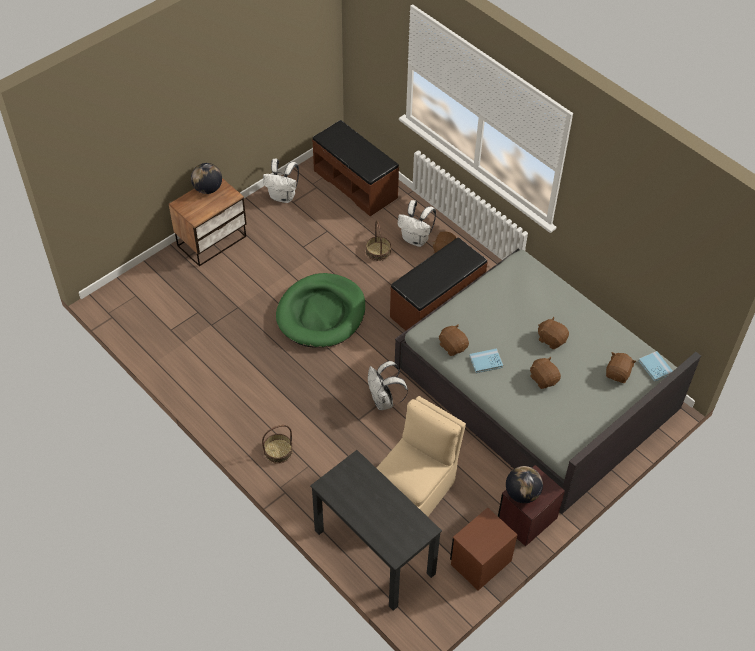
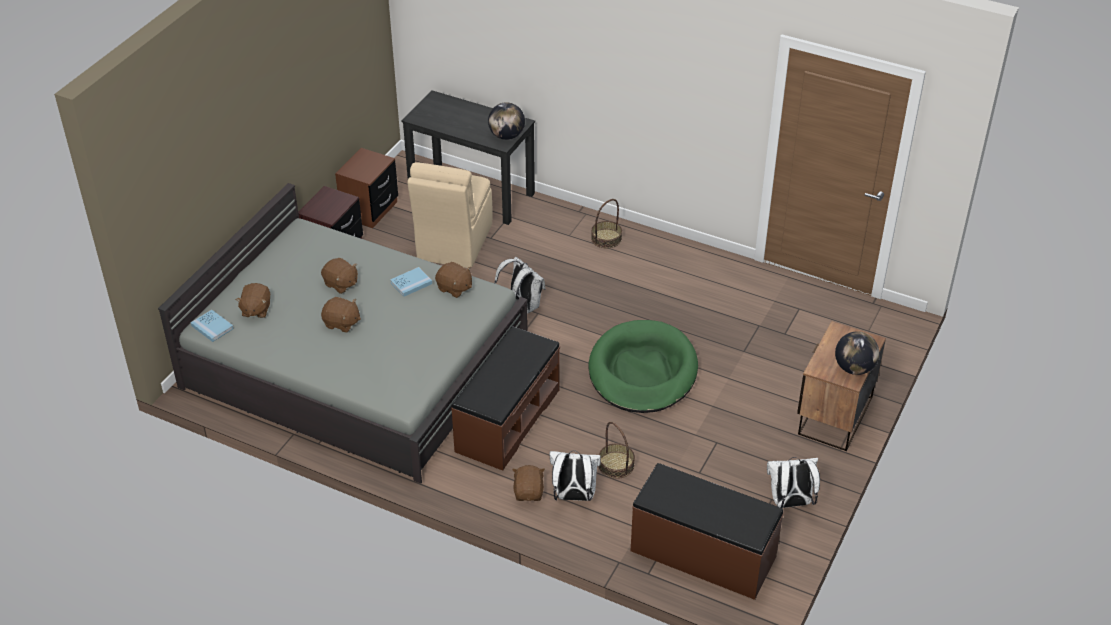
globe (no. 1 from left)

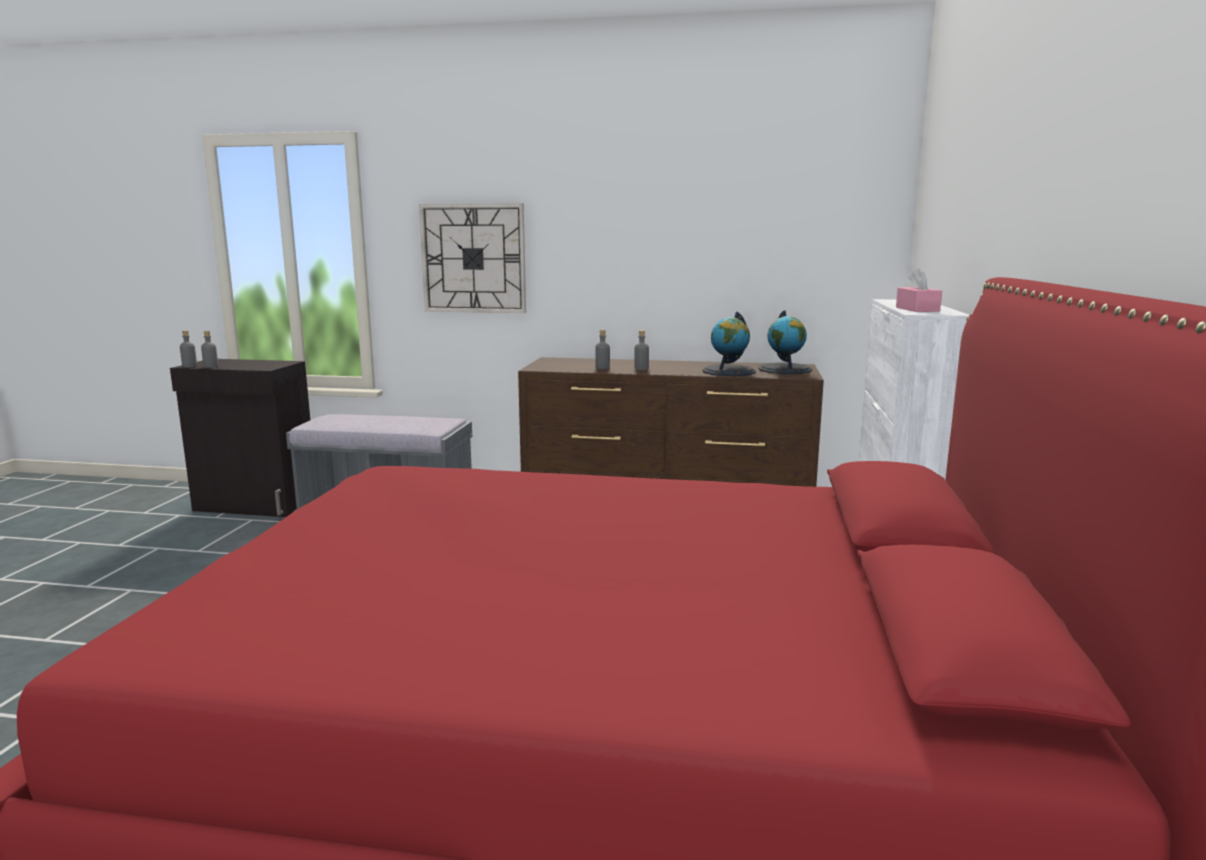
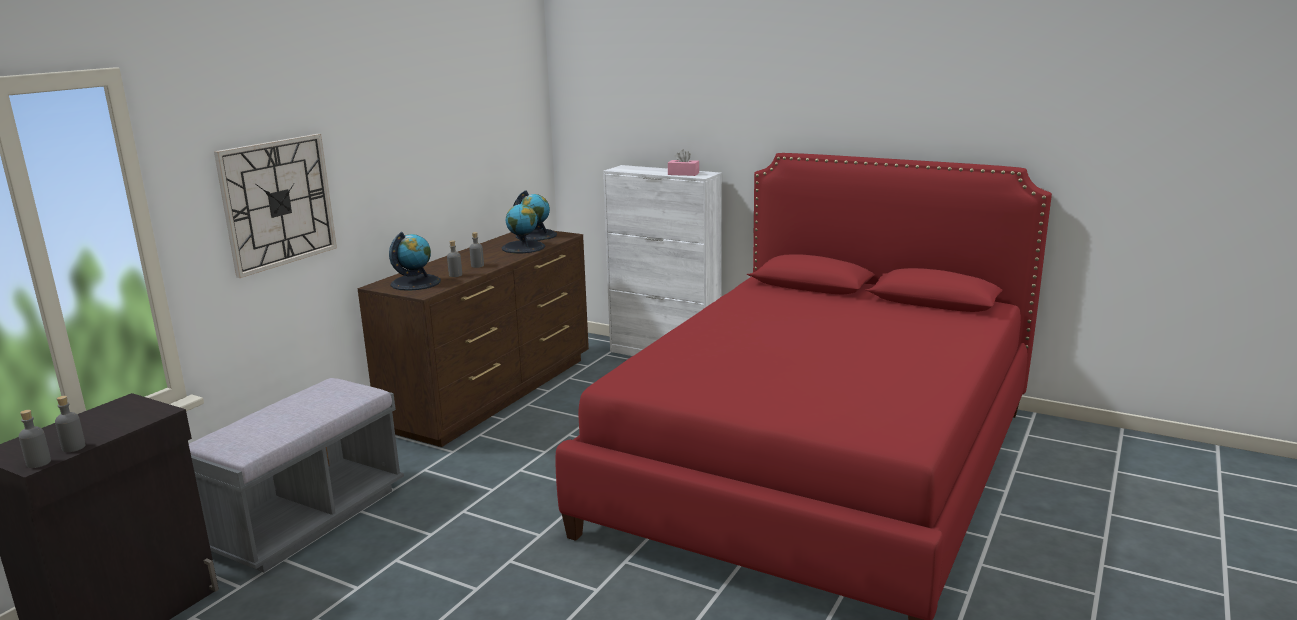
globe (no. 1 from left)

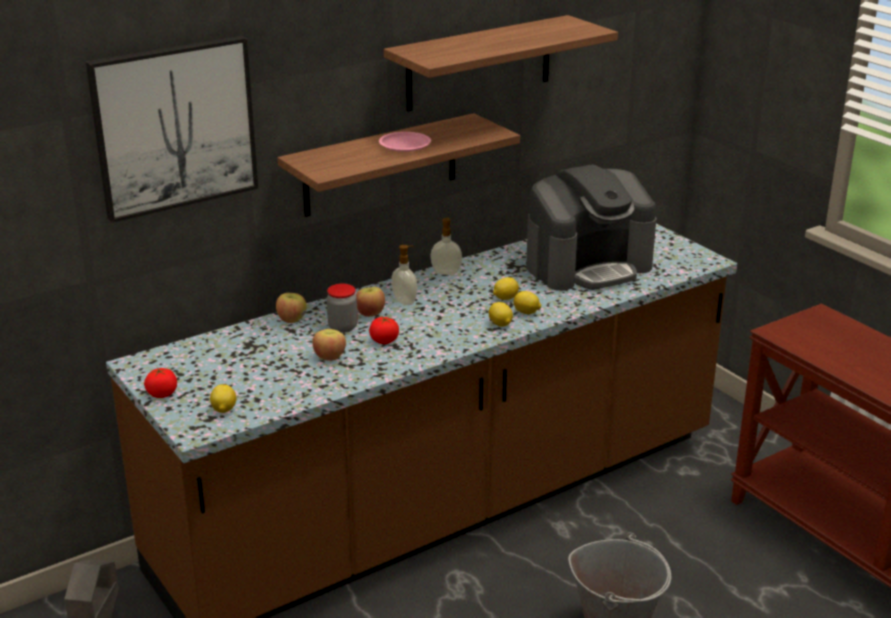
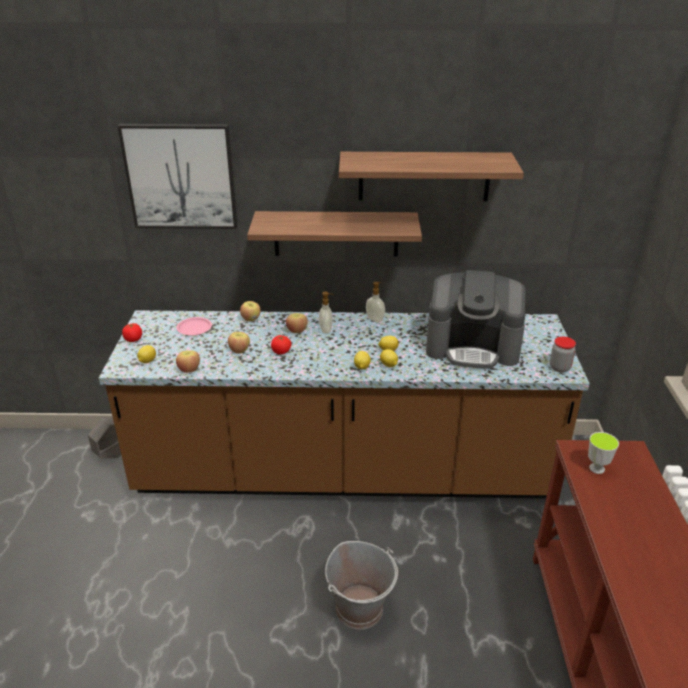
assiette/rose
pomme (no. 1 from left)
bocal
tasse

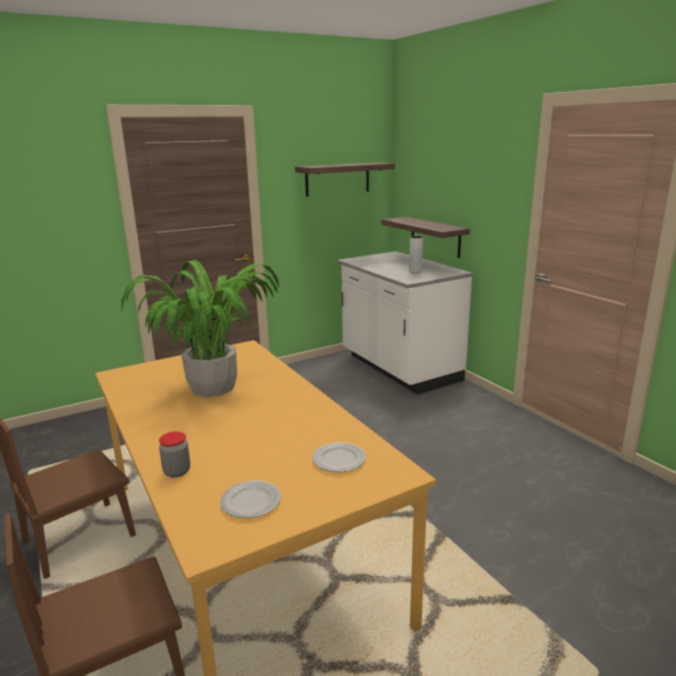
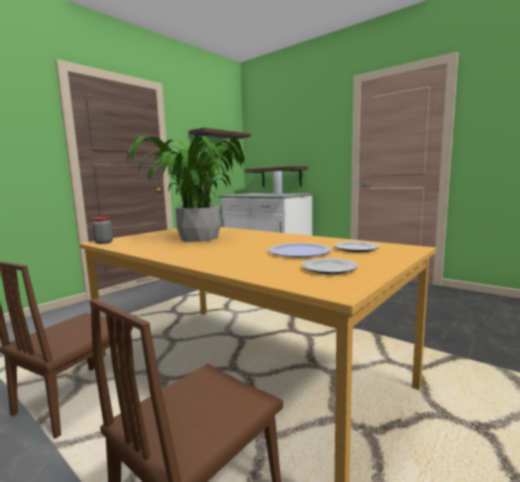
bocal
assiette (no. 1 from left)

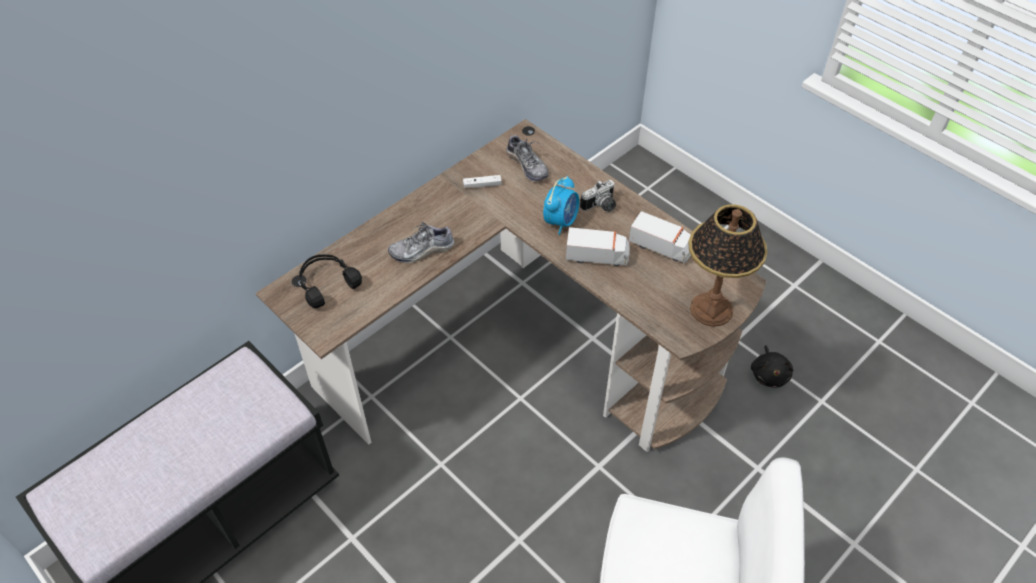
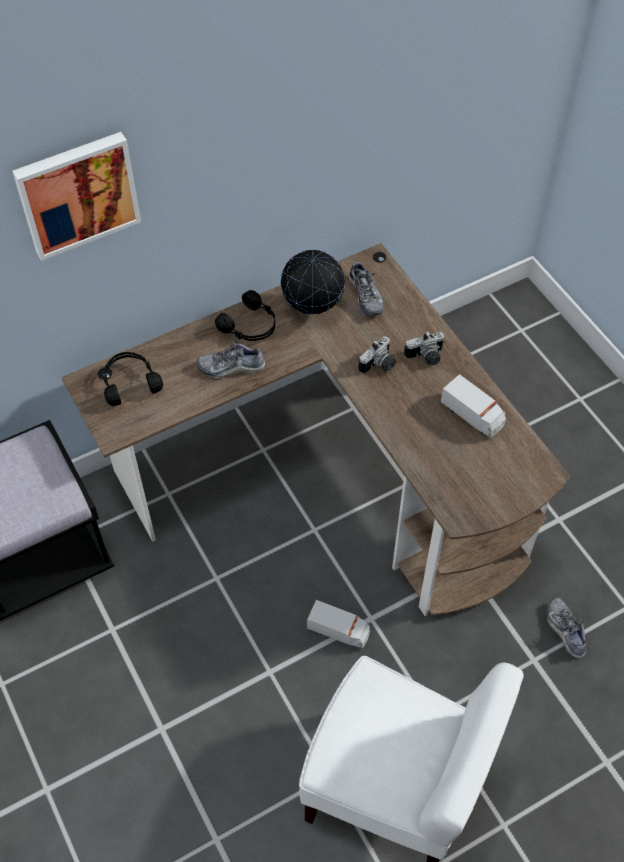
tableau
casque audio/noir (no. 2 from left)
globe
camion jouet (no. 1 from left)
appareil photo (no. 1 from left)
chaussure (no. 3 from left)
lampe de table
peluche/noir

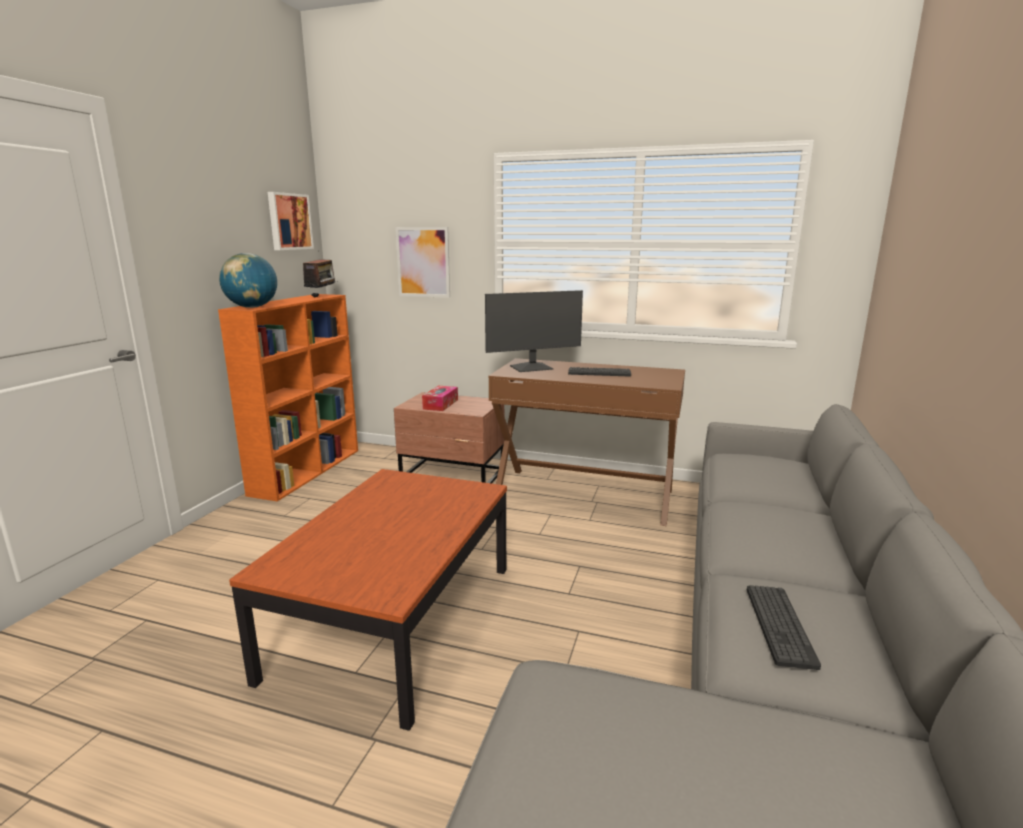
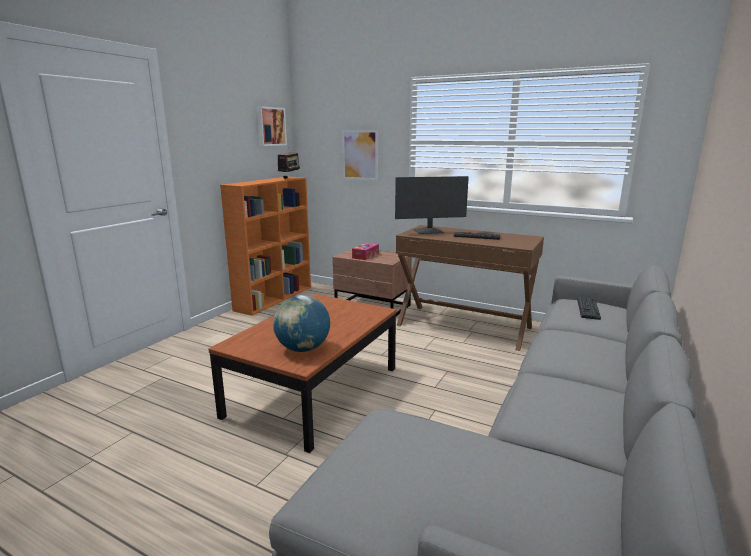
globe
clavier (no. 2 from left)

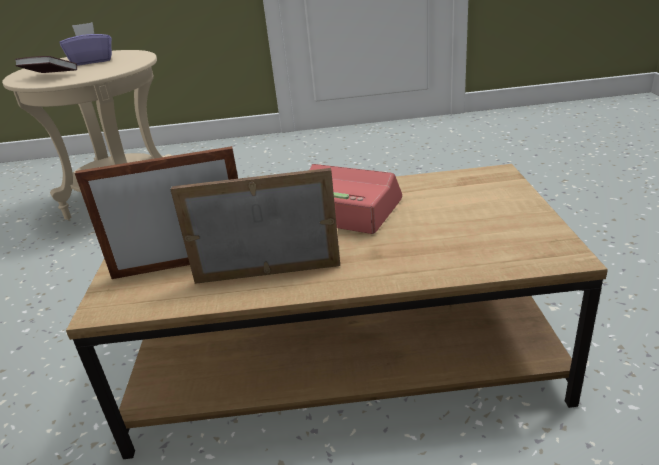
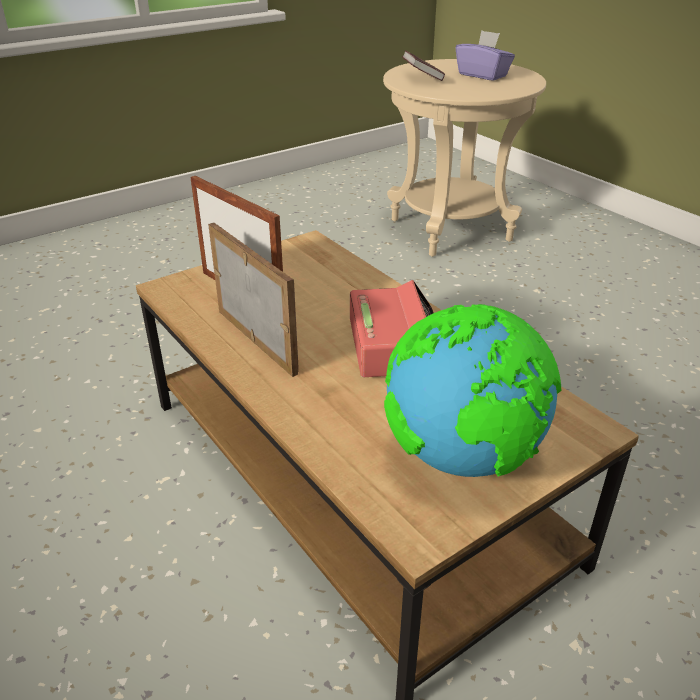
globe

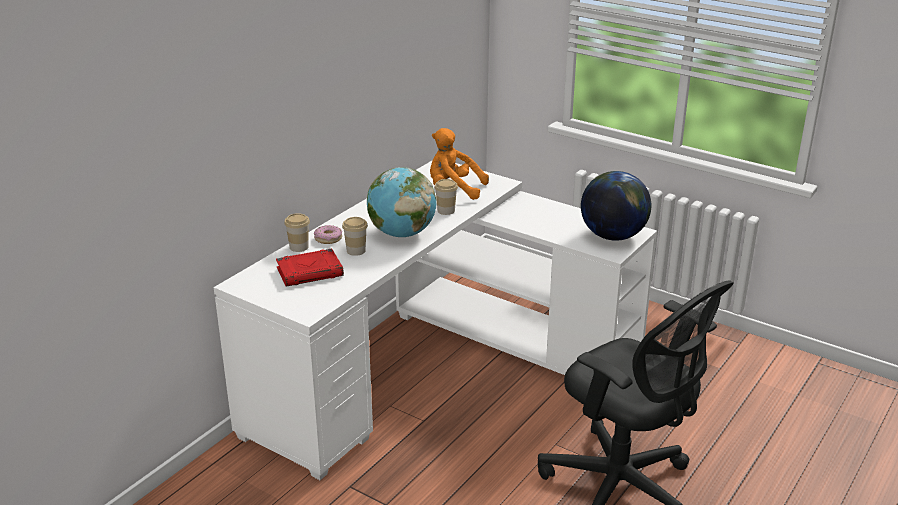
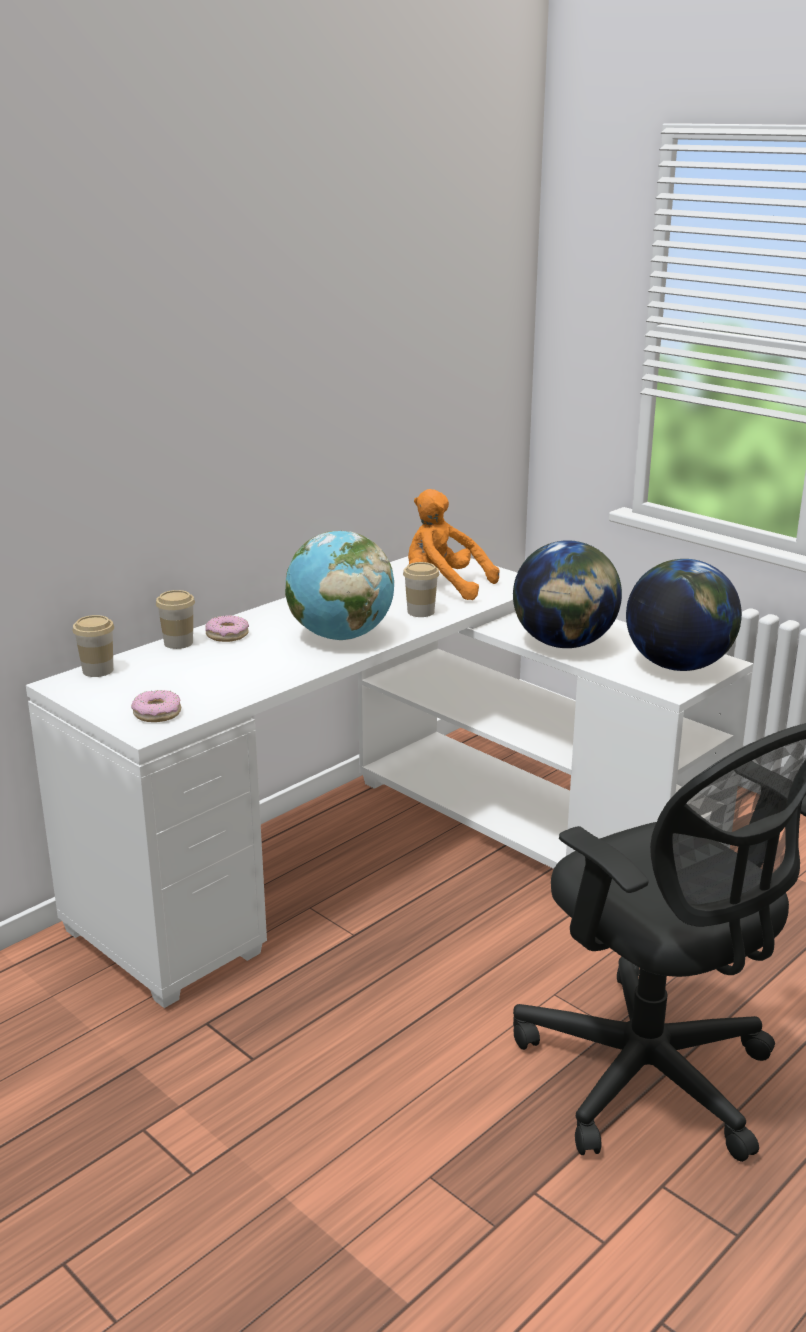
tasse (no. 1 from left)
beignet (no. 1 from left)
globe (no. 2 from left)
livre/rouge

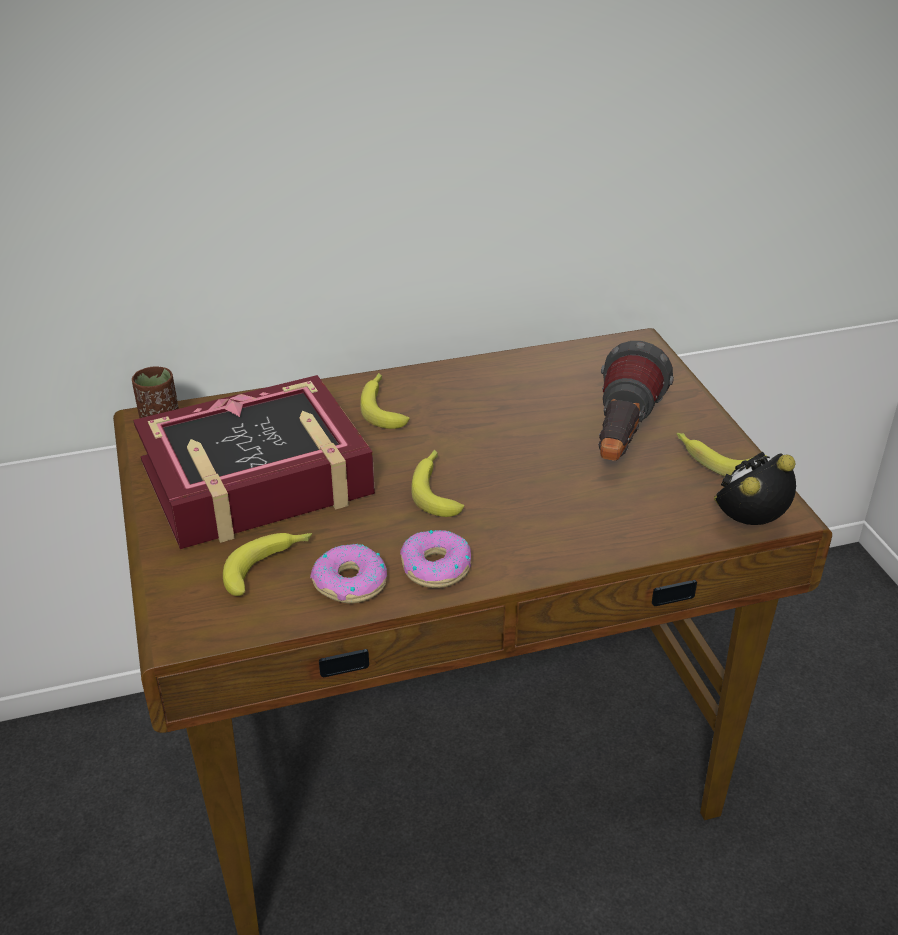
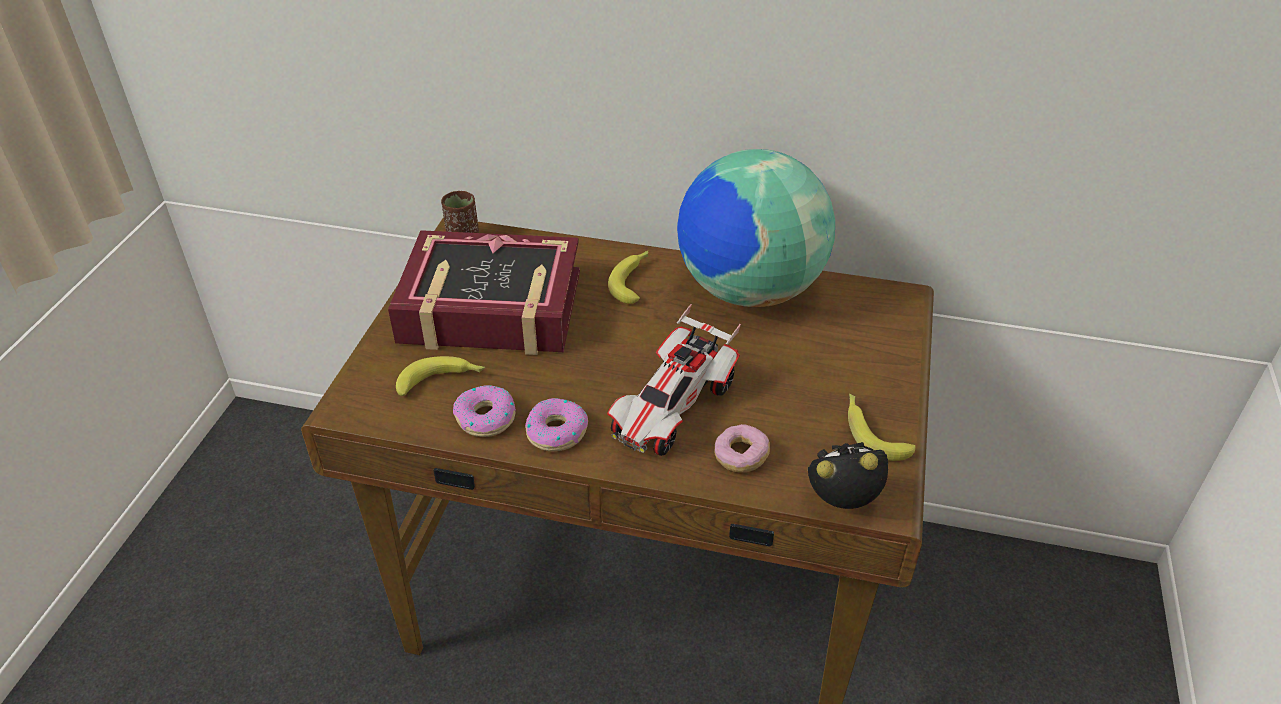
petite voiture
globe
beignet (no. 3 from left)
banane (no. 3 from left in the first image)
lampe de poche

